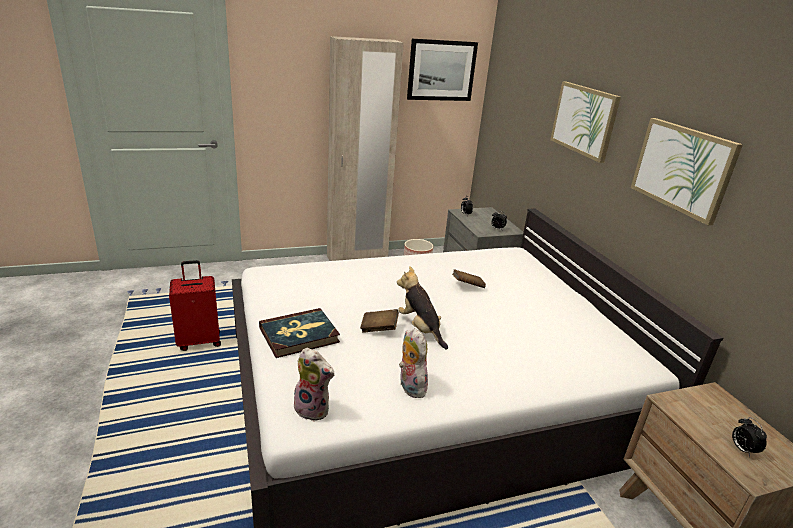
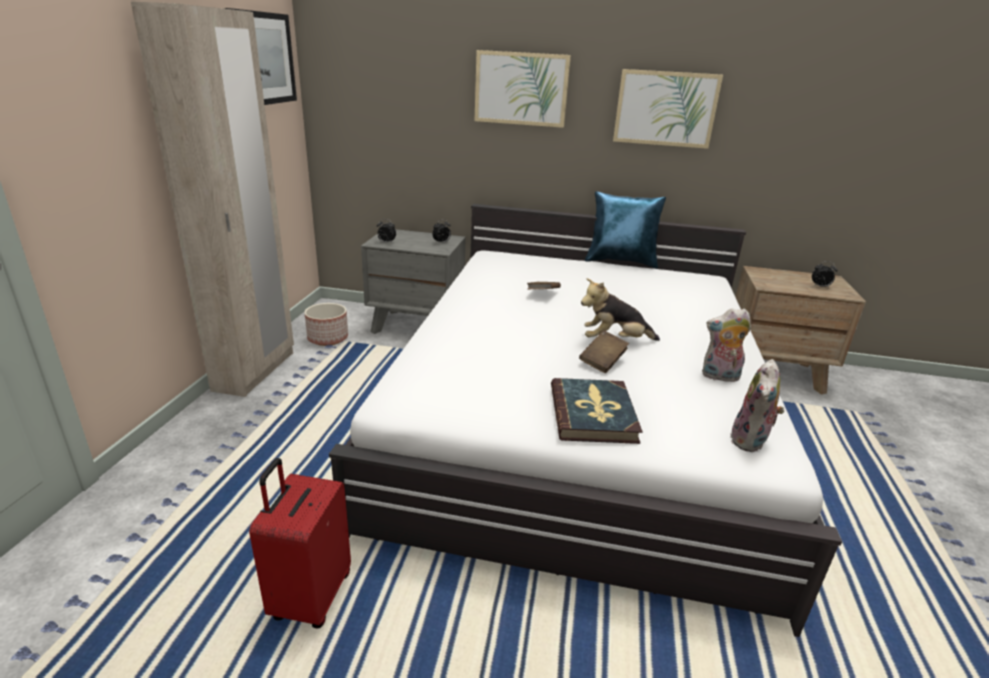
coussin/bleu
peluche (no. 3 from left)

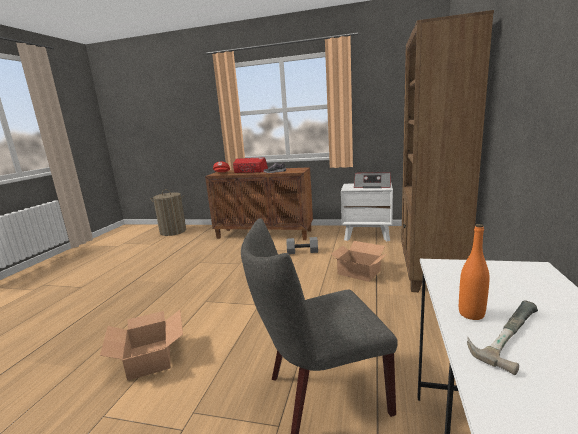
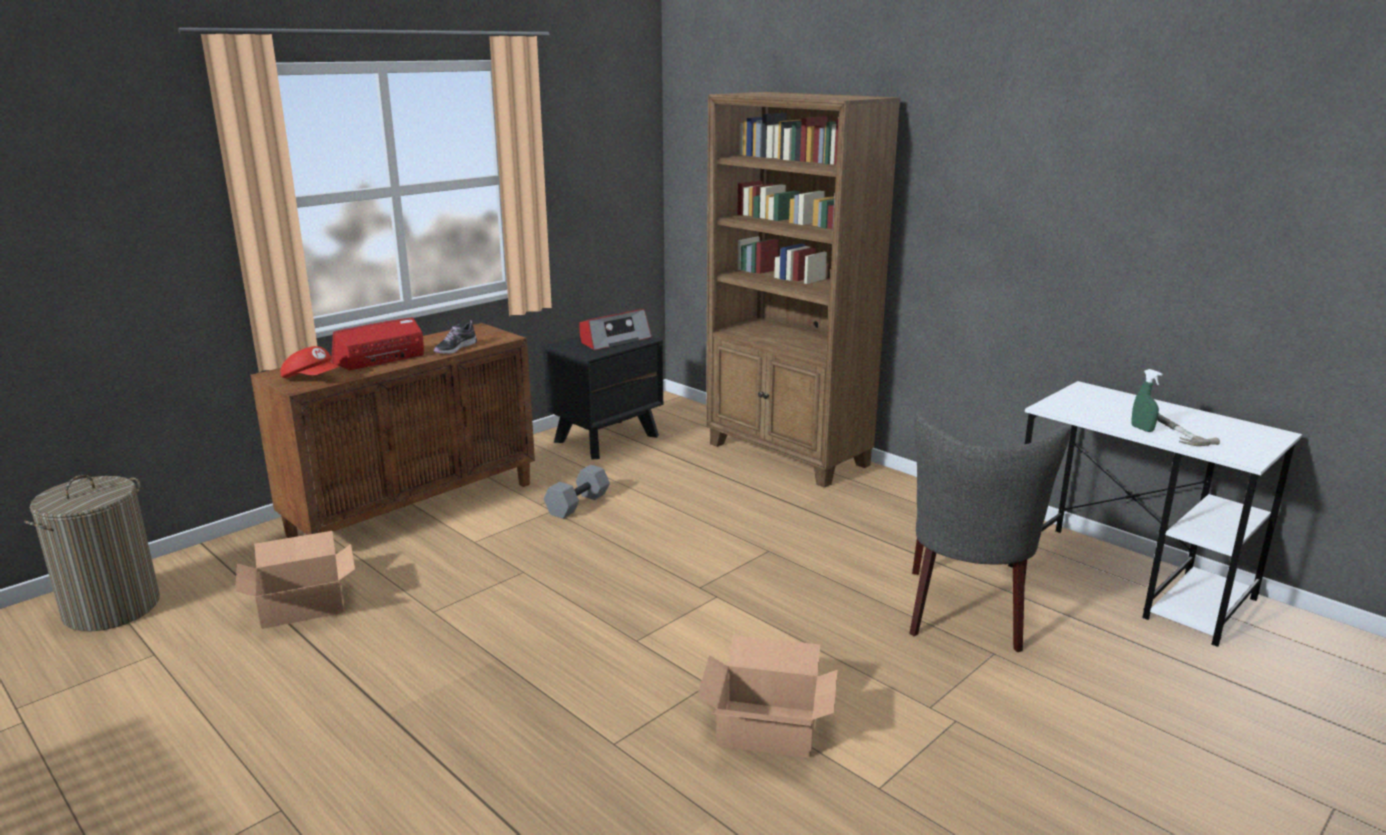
carton (no. 1 from left)
table de chevet/noir
vaporisateur/vert

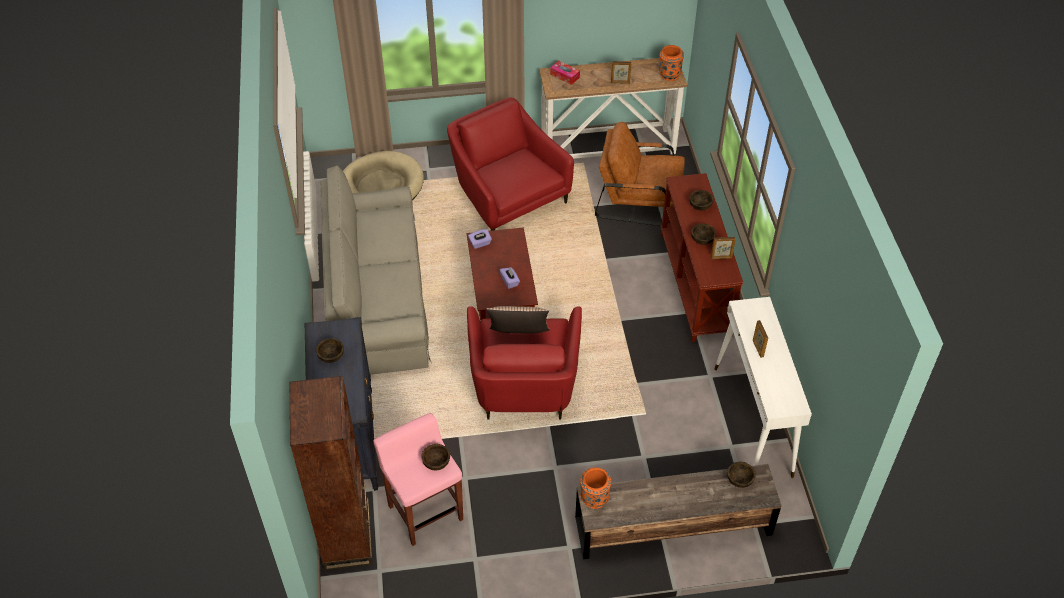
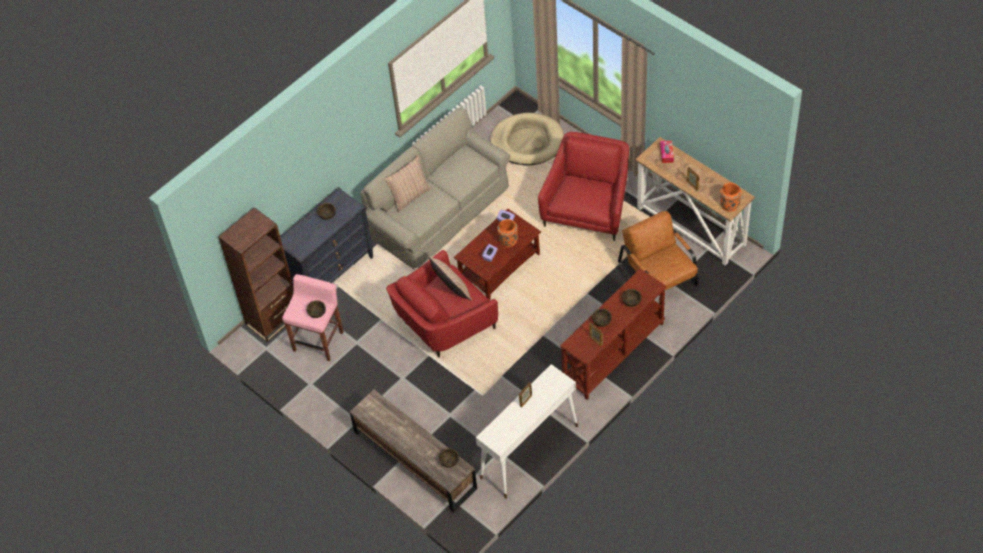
coussin (no. 1 from left)
vase/orange (no. 1 from left)

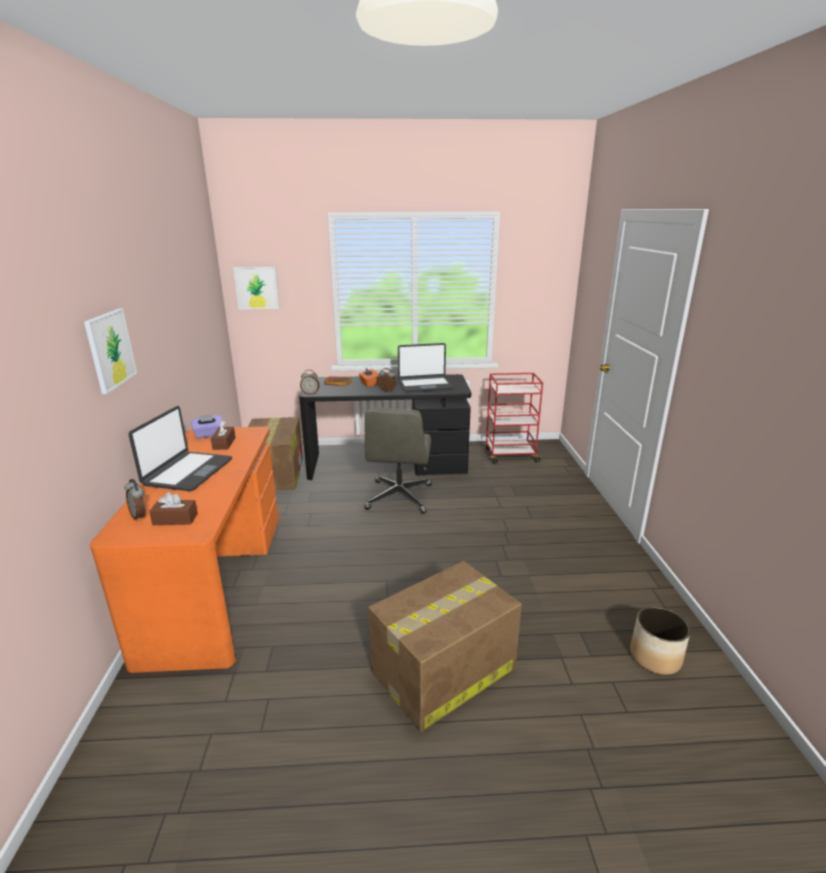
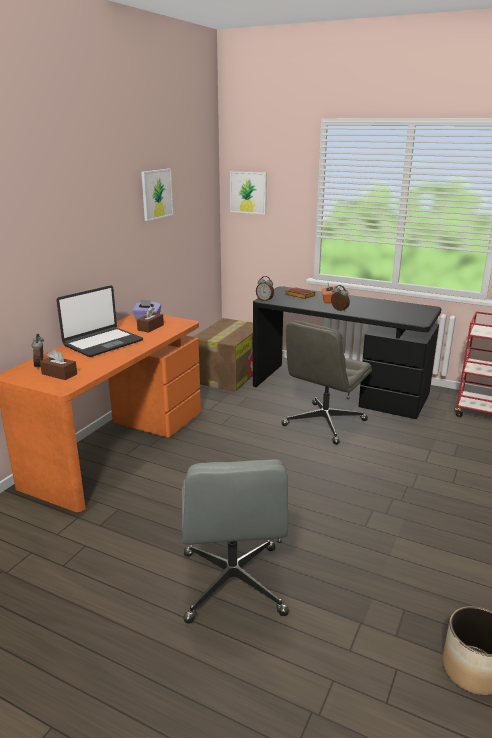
tableau (no. 1 from left)
chaise de bureau/gris (no. 1 from left)
ordinateur portable (no. 2 from left in the first image)

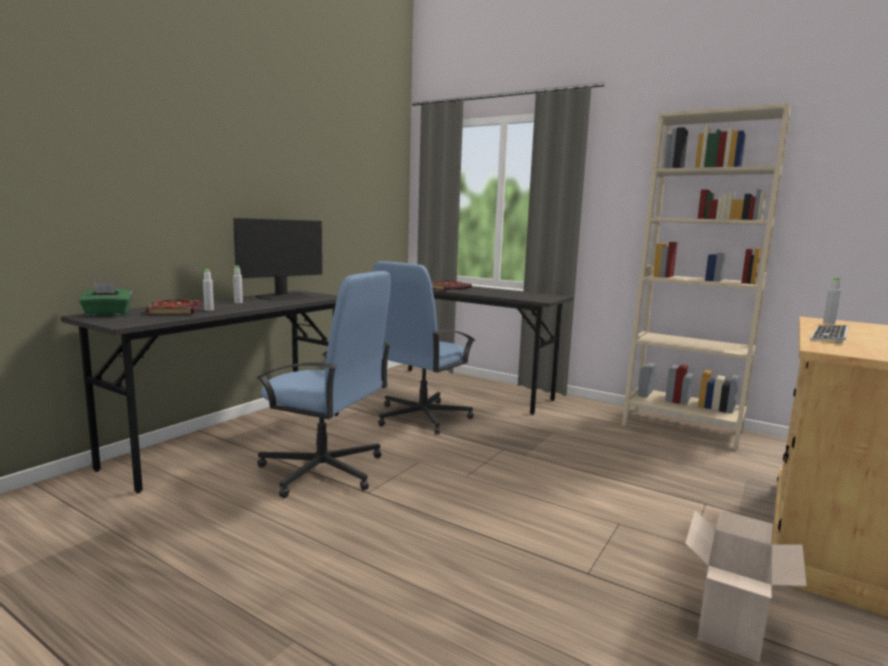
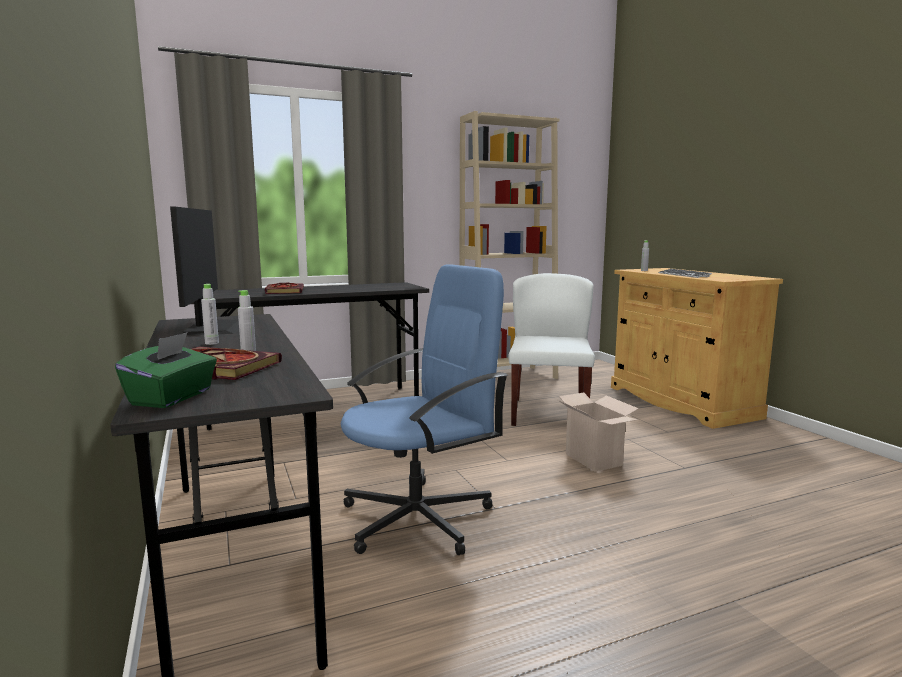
chaise/blanc
carton
chaise de bureau/bleu (no. 2 from left in the first image)

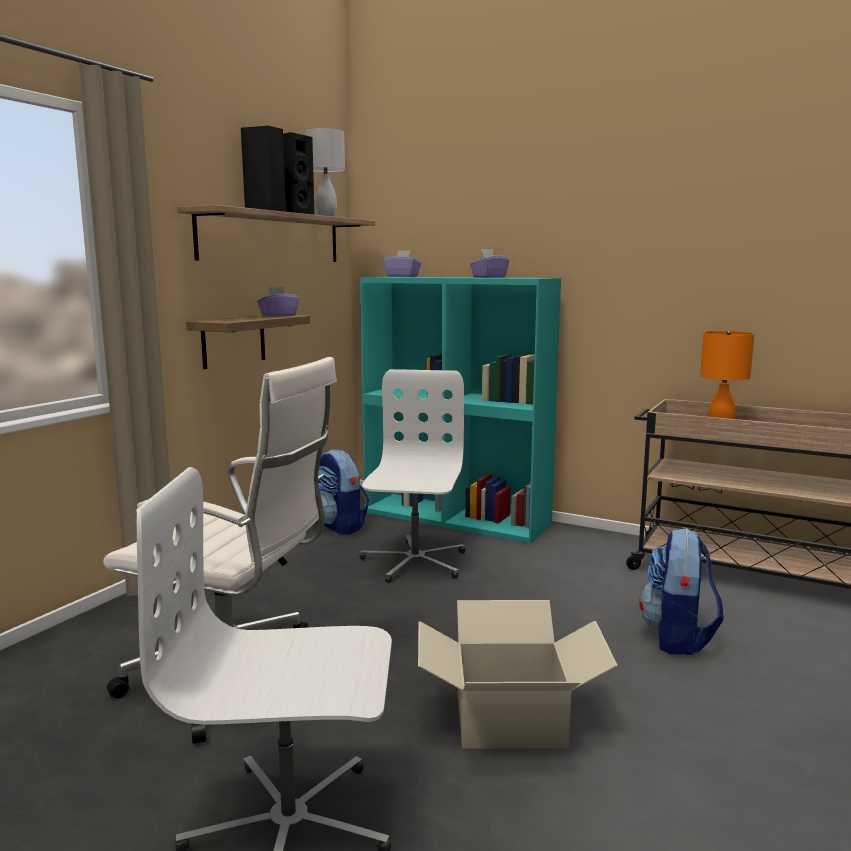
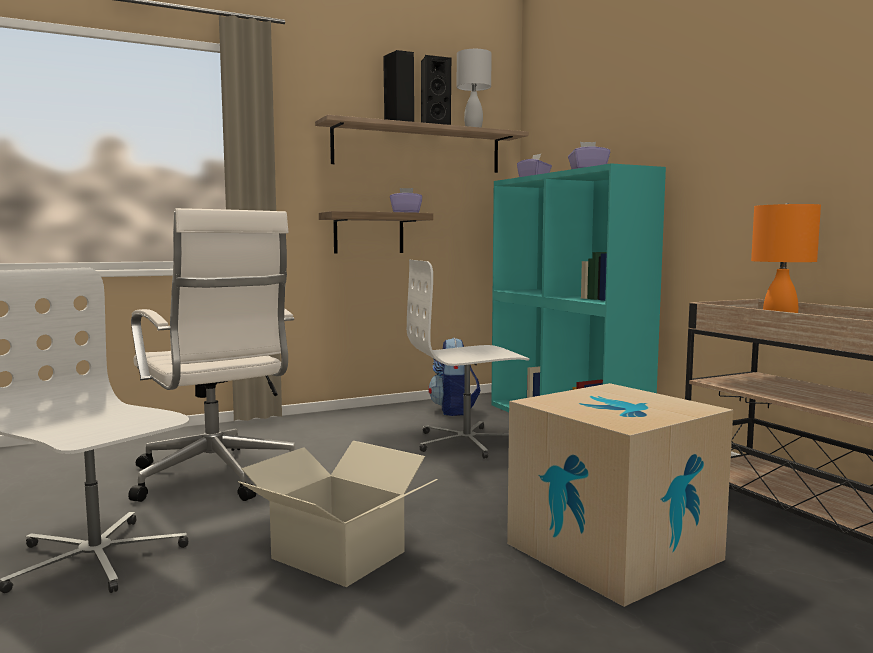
chaise de bureau/blanc (no. 3 from left)
carton (no. 2 from left)

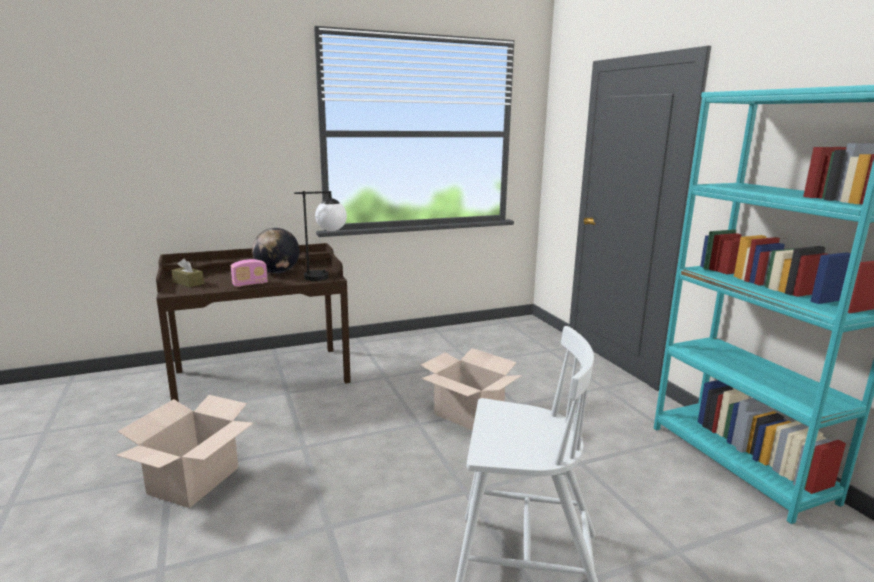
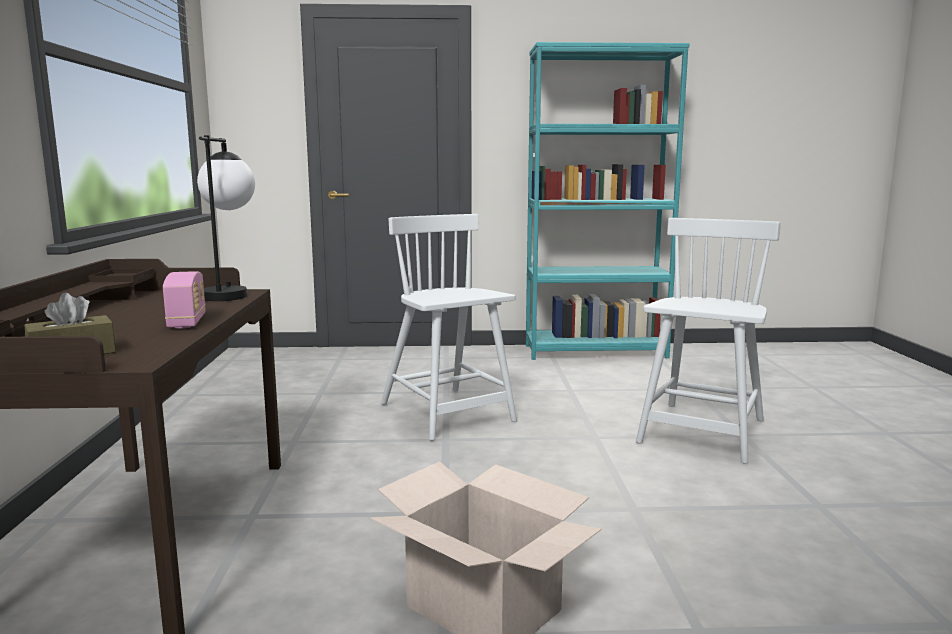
chaise/blanc (no. 1 from left)
globe

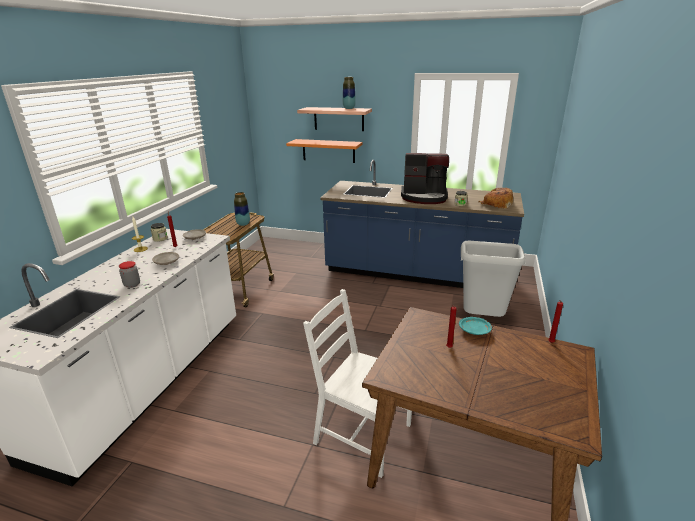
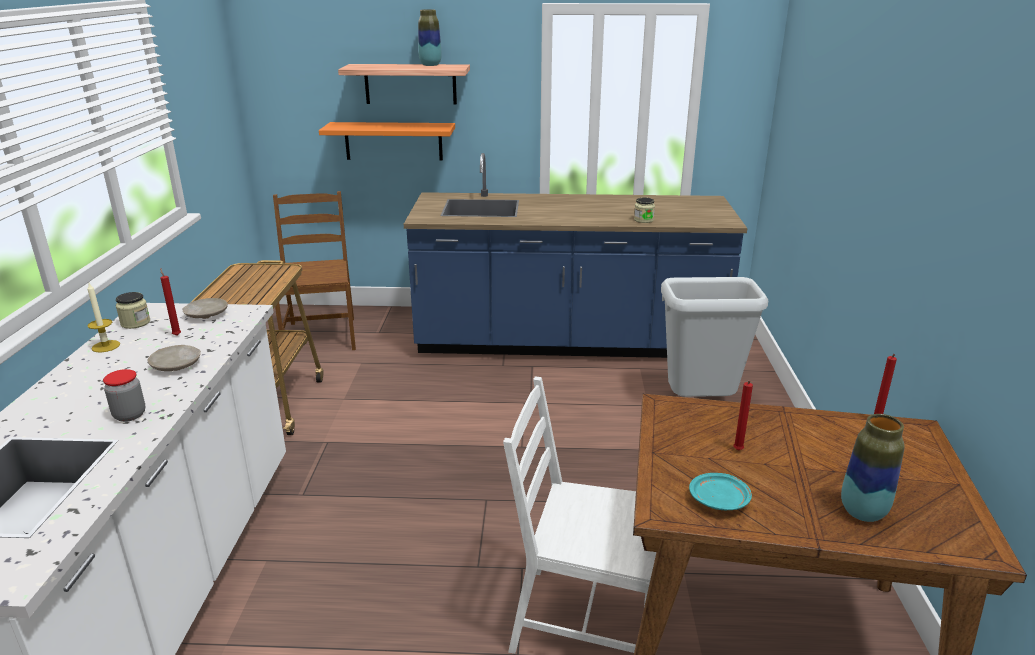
chaise/marron
assiette/turquoise
vase (no. 2 from left)
machine à café
pain

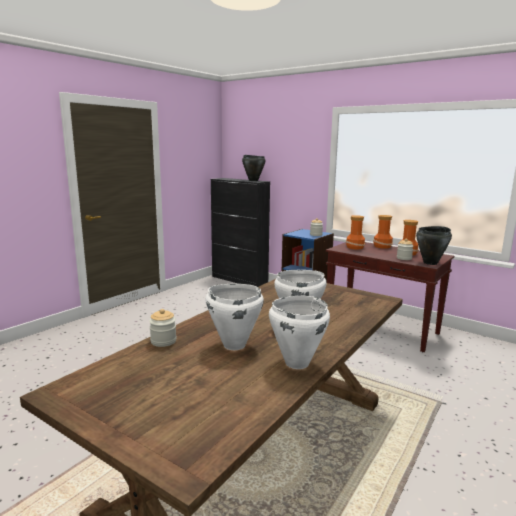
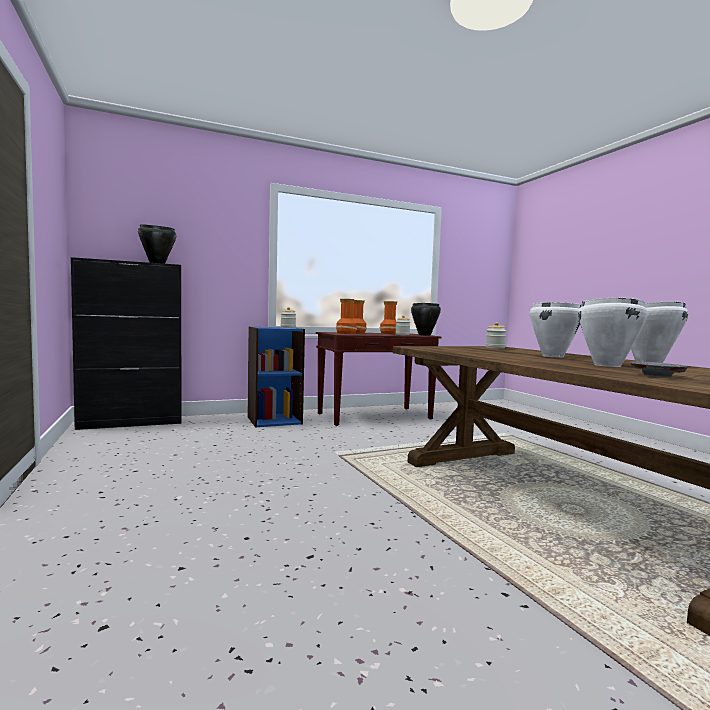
bocal (no. 3 from left)
assiette/gris

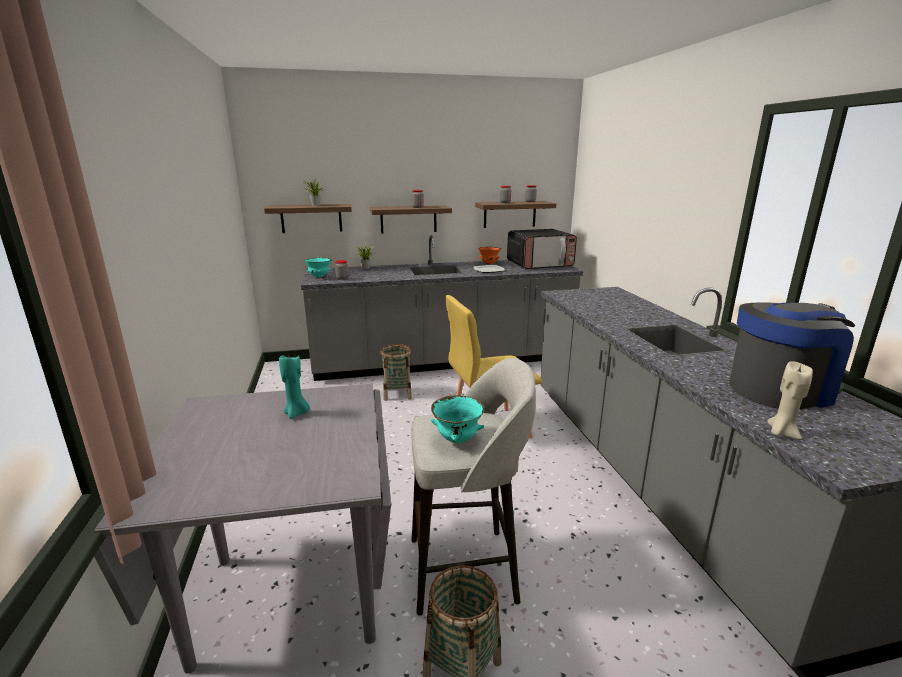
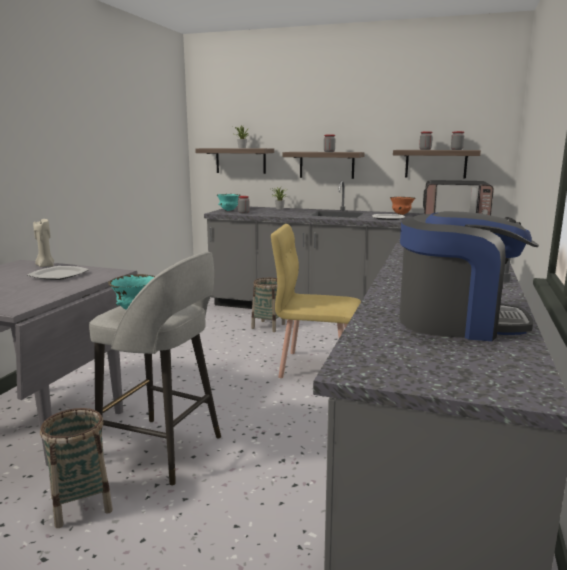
assiette (no. 1 from left)
bougie/beige

